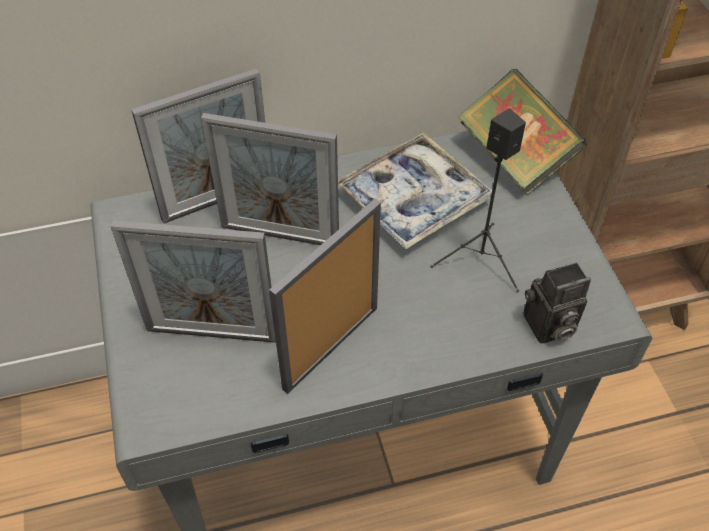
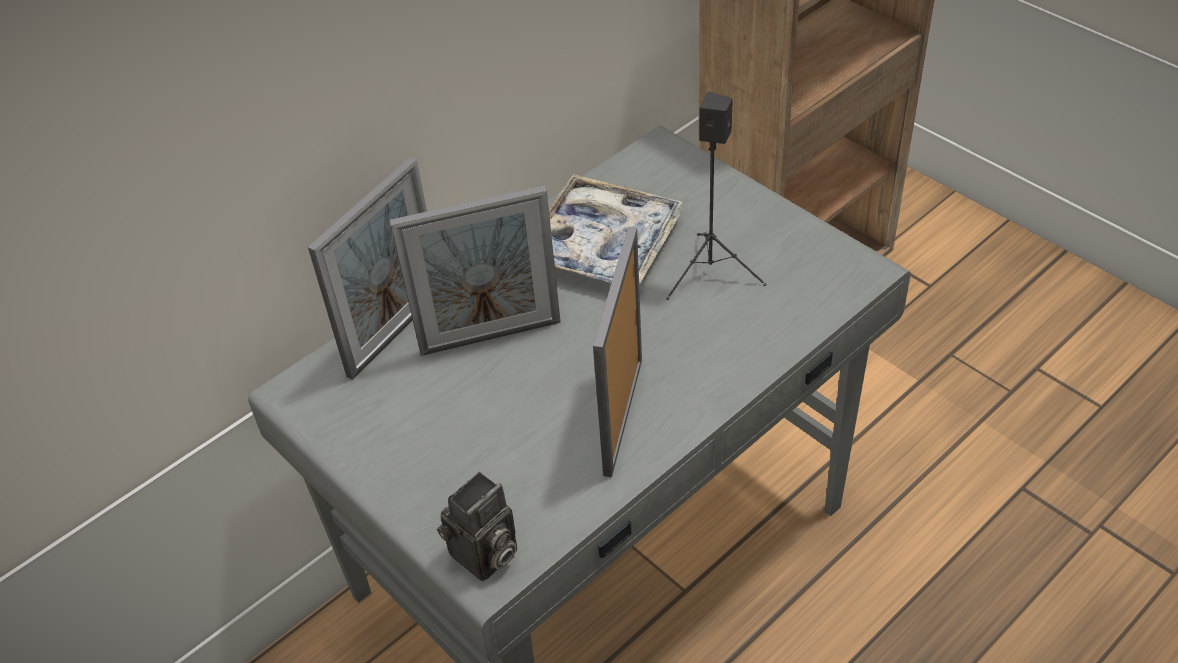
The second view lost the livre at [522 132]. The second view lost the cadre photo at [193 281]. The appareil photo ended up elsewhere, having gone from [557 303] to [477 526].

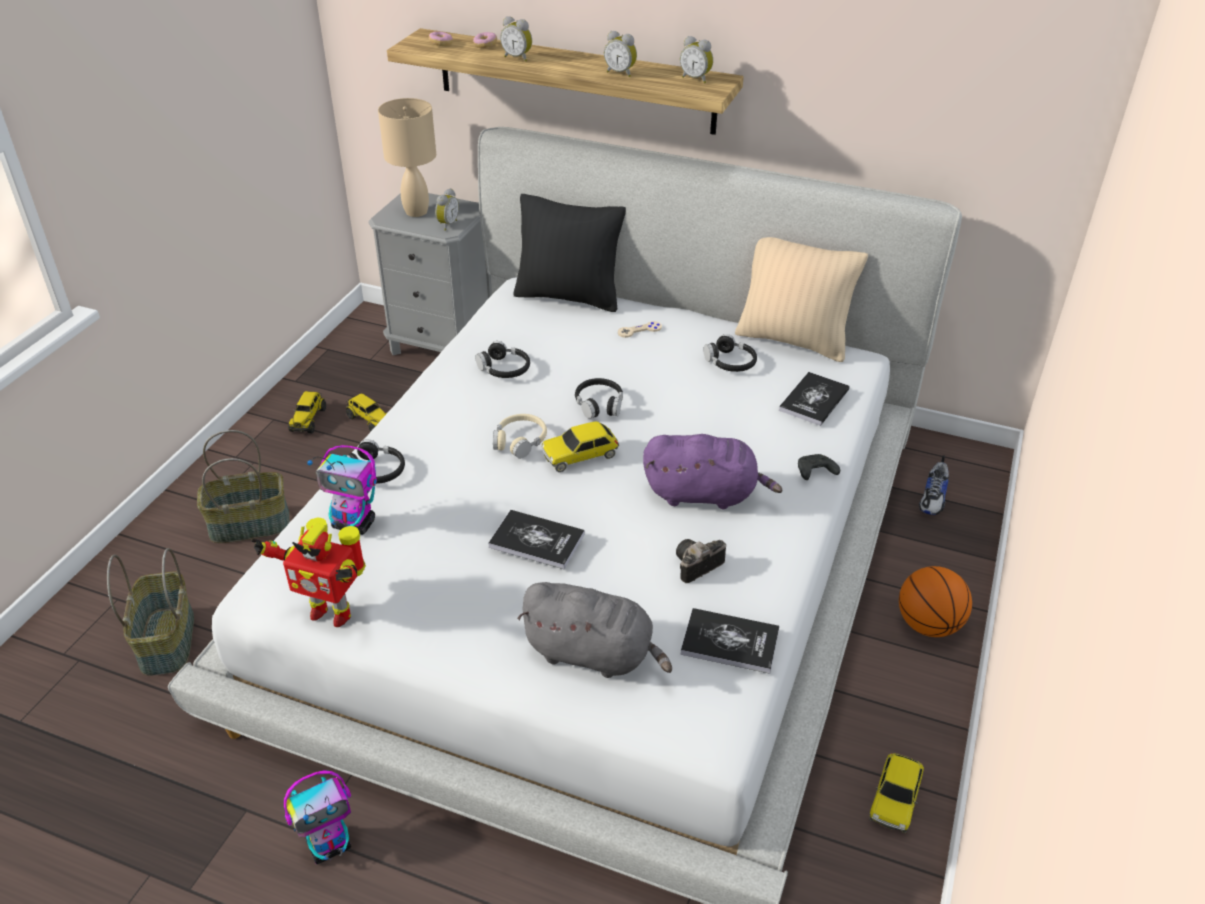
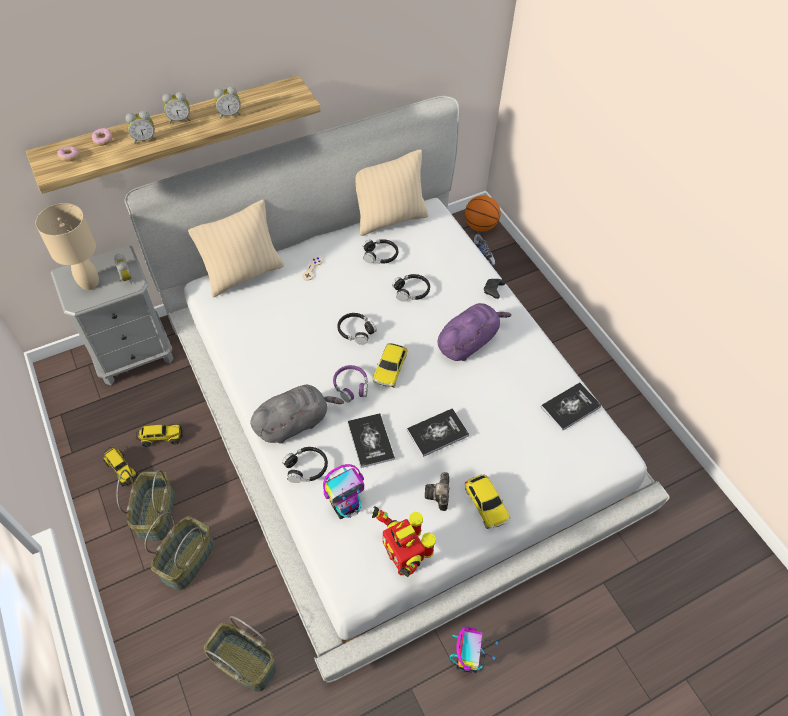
The réveil ended up elsewhere, having gone from [696 60] to [176 108]. What was the coussin (noir) at [569 253] turned into the coussin (beige) at [236 248]. The casque audio (noir) ended up elsewhere, having gone from [502 359] to [411 288]. The livre ended up elsewhere, having gone from [814 399] to [371 440]. What was the casque audio (beige) at [520 436] turned into the casque audio (violet) at [350 384]. The robot jouet at [308 572] ended up facing another way, 90 degrees clockwise from before. The appareil photo ended up elsewhere, having gone from [701 561] to [437 491]. The ballon de basket ended up elsewhere, having gone from [935 601] to [482 214]. The peluche (gris) ended up elsewhere, having gone from [594 630] to [297 414]. The petite voiture ended up elsewhere, having gone from [896 793] to [487 502]. The second view gained the panier at [145 505].

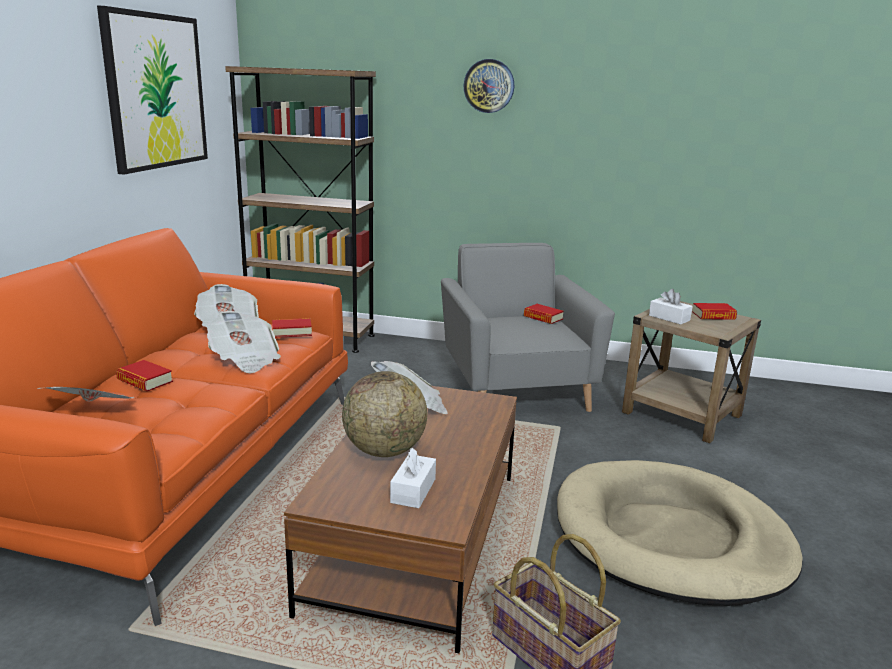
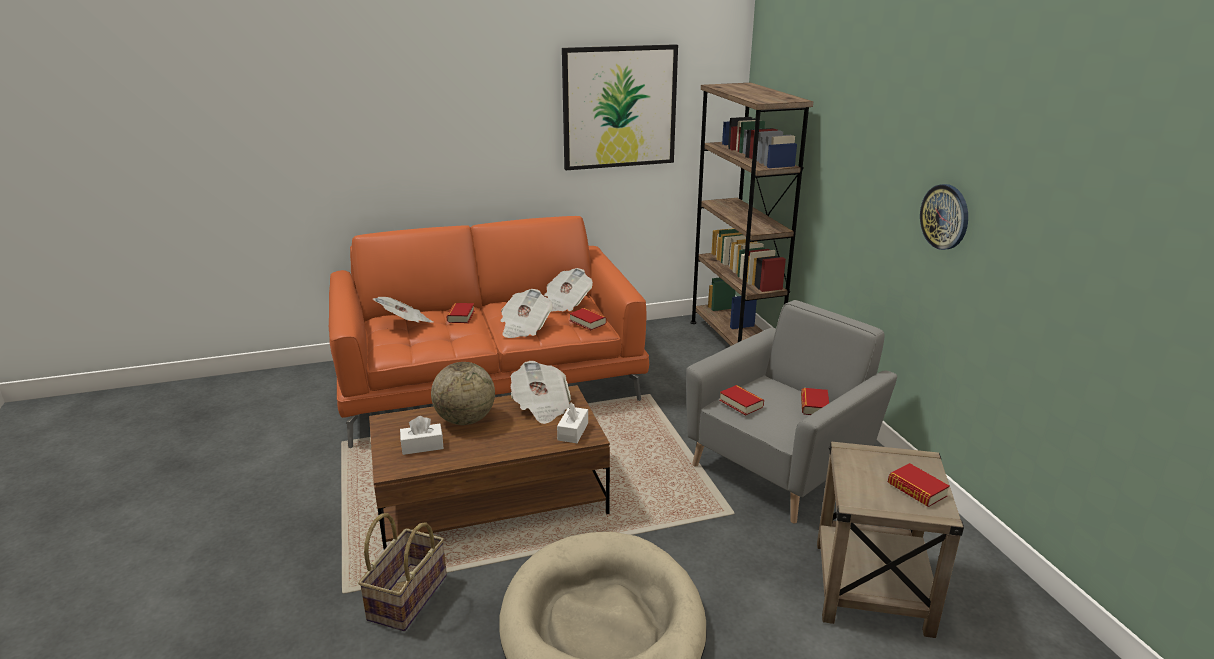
The horloge murale ended up elsewhere, having gone from [489 86] to [944 217]. The boîte à mouchoirs (blanc) ended up elsewhere, having gone from [671 307] to [572 423]. The second view gained the livre at [741 400].

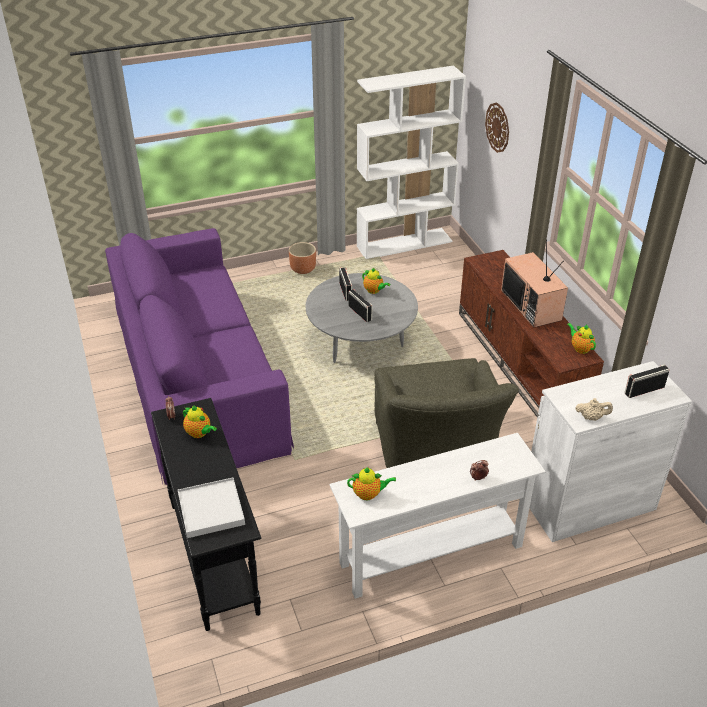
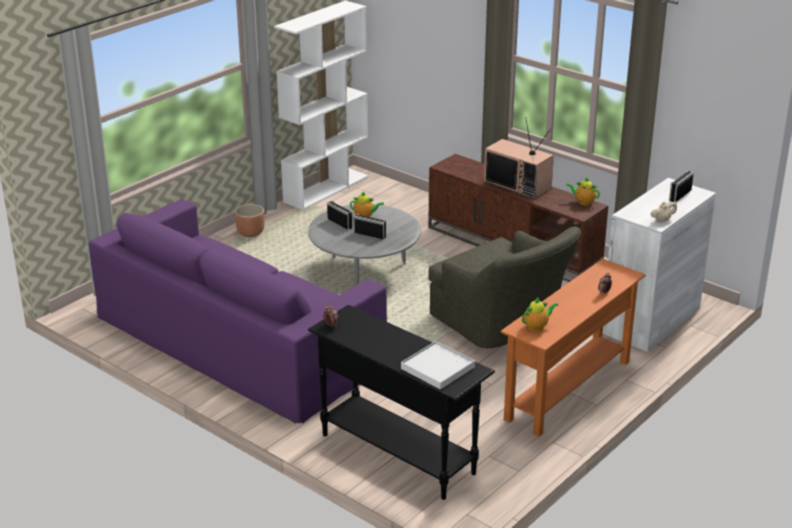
The second view lost the horloge murale at [497 127]. The second view lost the théière at [200 422]. What was the table console (blanc) at [438 516] turned into the table console (orange) at [573 348].

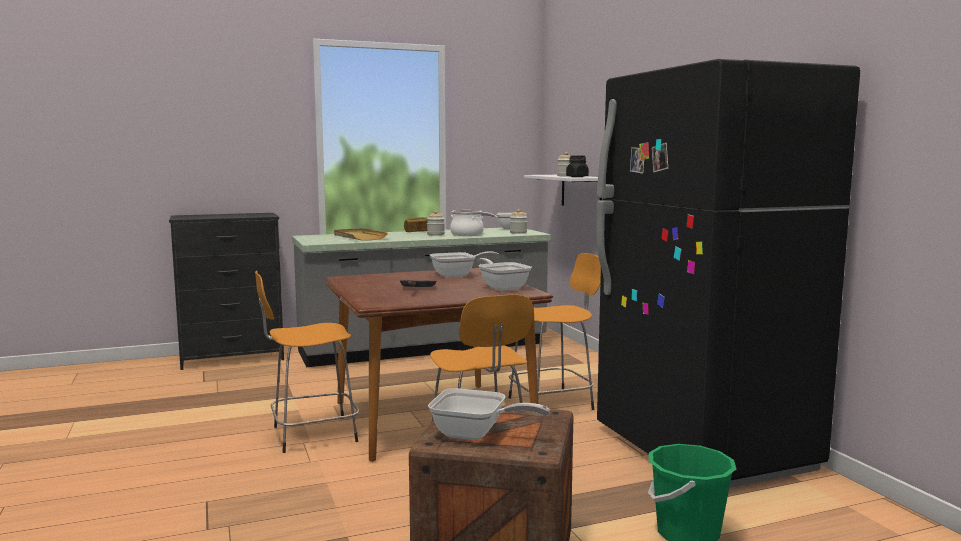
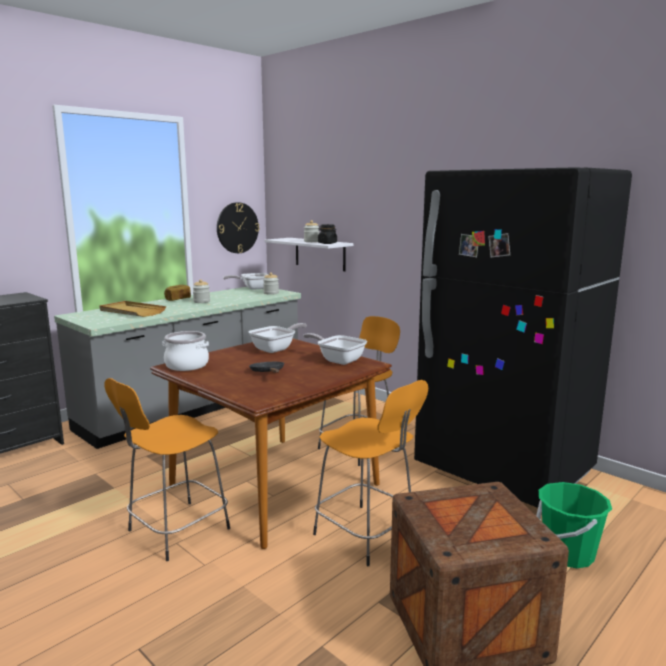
The marmite ended up elsewhere, having gone from [467 223] to [186 351]. The second view lost the poêle at [489 414]. The second view gained the horloge murale at [238 227].

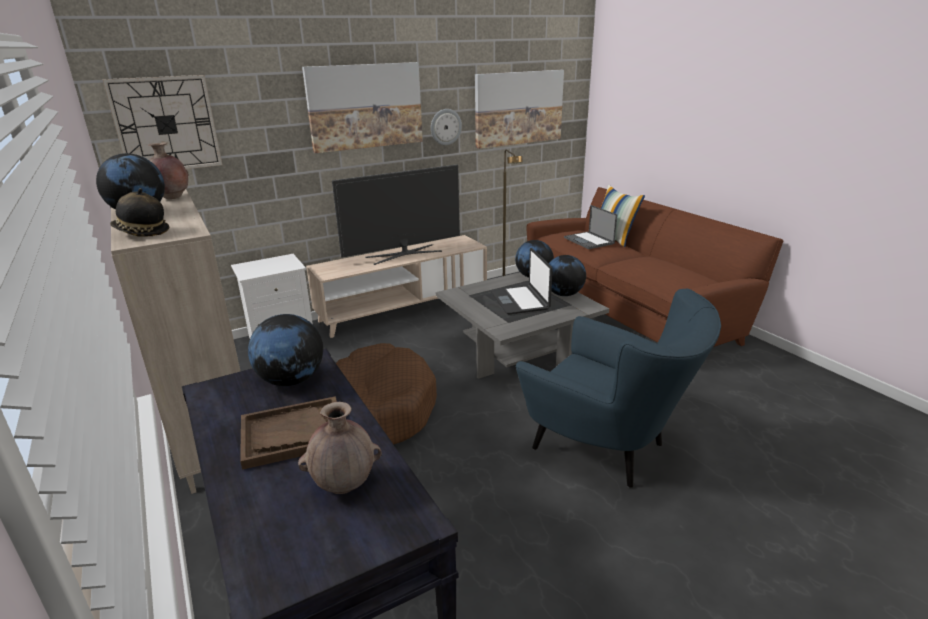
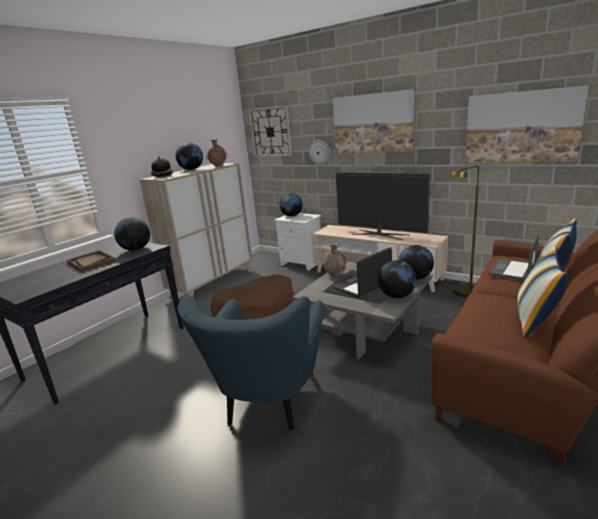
The horloge murale ended up elsewhere, having gone from [446 127] to [320 153]. The vase (marron) ended up elsewhere, having gone from [340 448] to [334 260]. The second view gained the globe at [291 205]. The second view gained the coussin at [542 292].

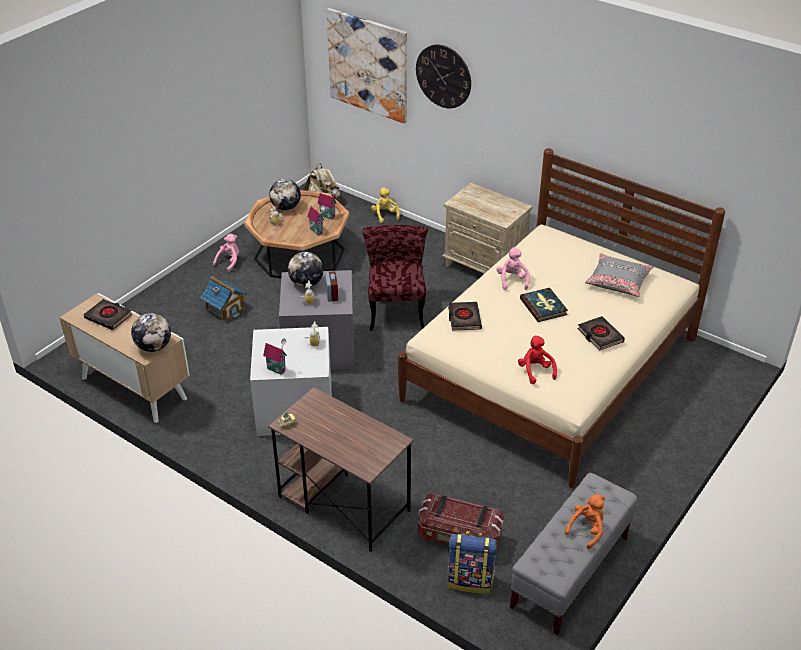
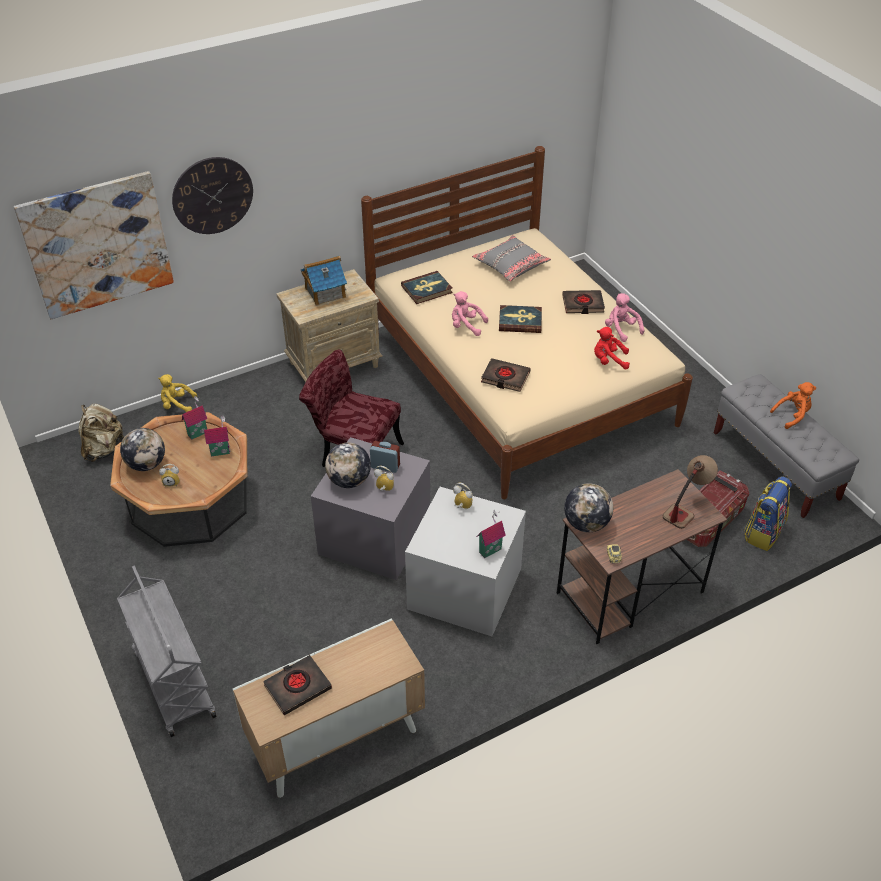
The peluche (rose) ended up elsewhere, having gone from [226 253] to [624 317]. The maison miniature ended up elsewhere, having gone from [223 299] to [323 281]. The globe ended up elsewhere, having gone from [151 332] to [588 507]. The peluche (orange) at [585 521] ended up facing another way, 90 degrees clockwise from before. The second view gained the livre at [427 287]. The second view gained the lampe de table at [690 492]. The second view gained the chariot (gris) at [167 651].

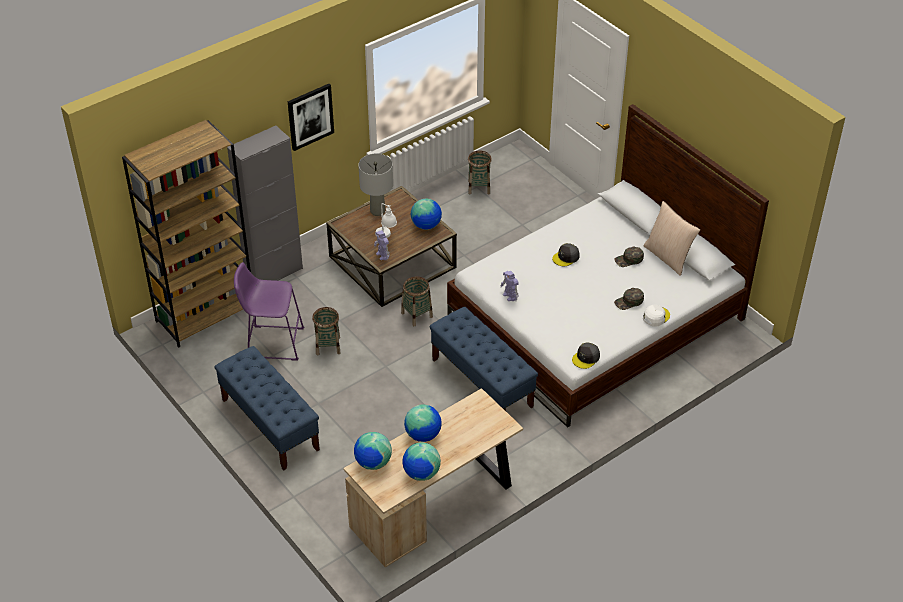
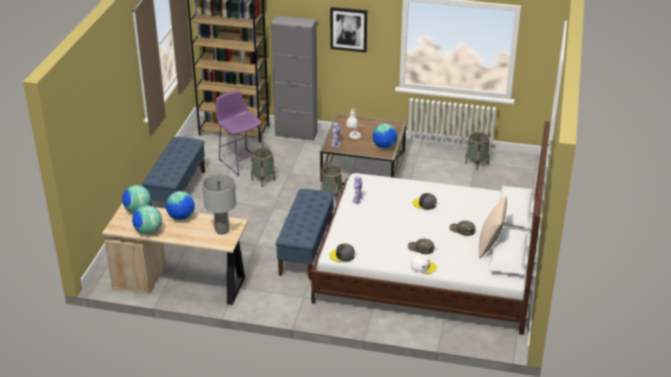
The lampe de table (gris) ended up elsewhere, having gone from [375 185] to [219 204].

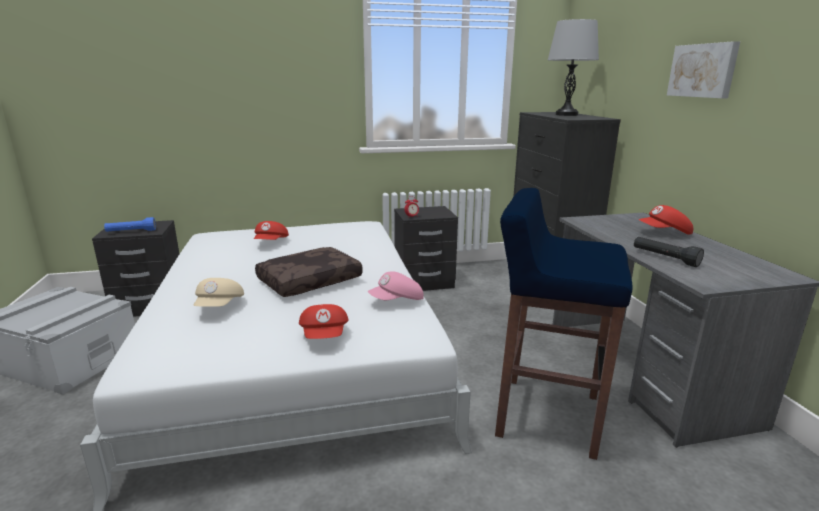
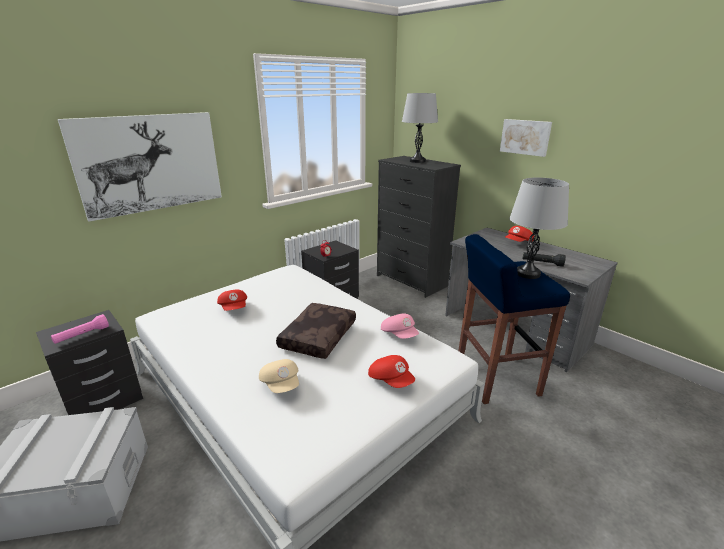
What was the lampe de poche (bleu) at [130 224] turned into the lampe de poche (rose) at [80 329]. The casquette (rose) at [396 285] ended up facing another way, 60 degrees counterclockwise from before. The second view gained the tableau at [140 166]. The second view gained the lampe de table (gris) at [539 228].

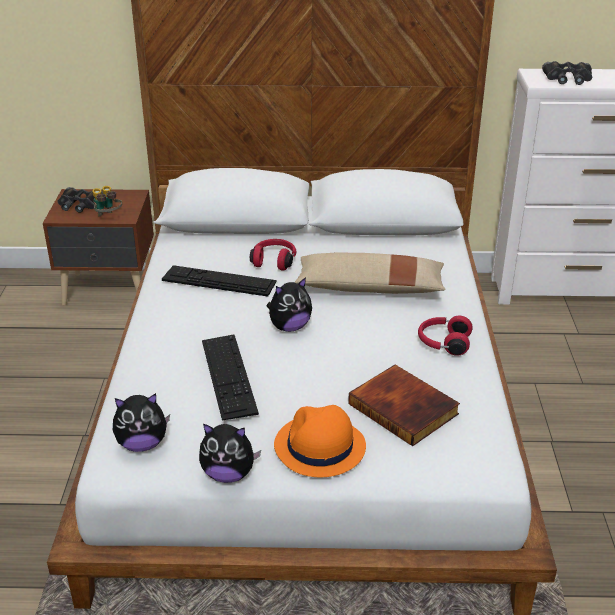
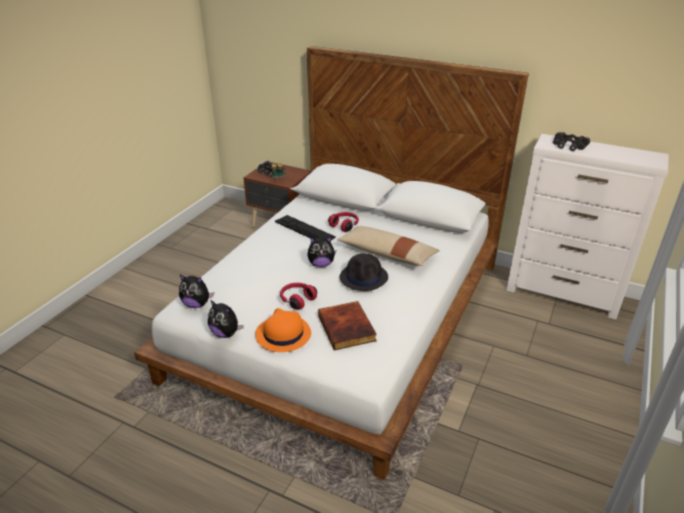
The casque audio (rouge) ended up elsewhere, having gone from [445 336] to [298 296]. The second view lost the clavier at [230 377]. The second view gained the chapeau (noir) at [364 272].

